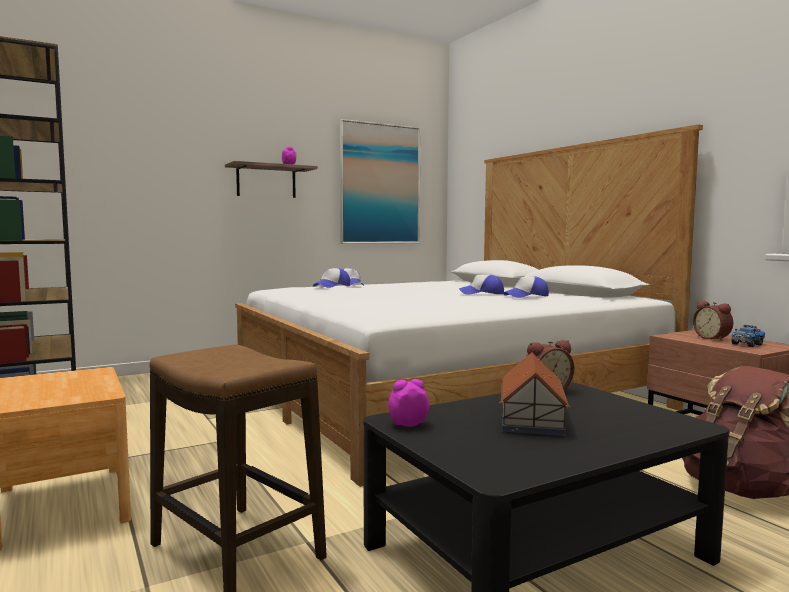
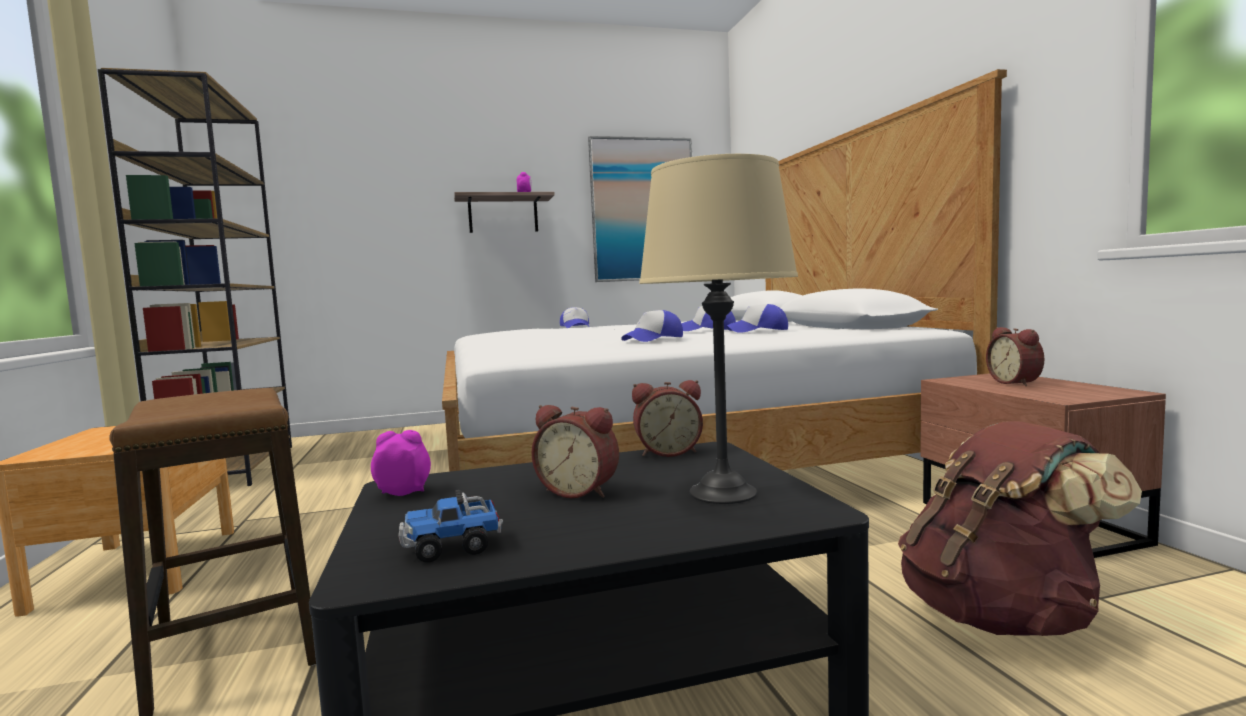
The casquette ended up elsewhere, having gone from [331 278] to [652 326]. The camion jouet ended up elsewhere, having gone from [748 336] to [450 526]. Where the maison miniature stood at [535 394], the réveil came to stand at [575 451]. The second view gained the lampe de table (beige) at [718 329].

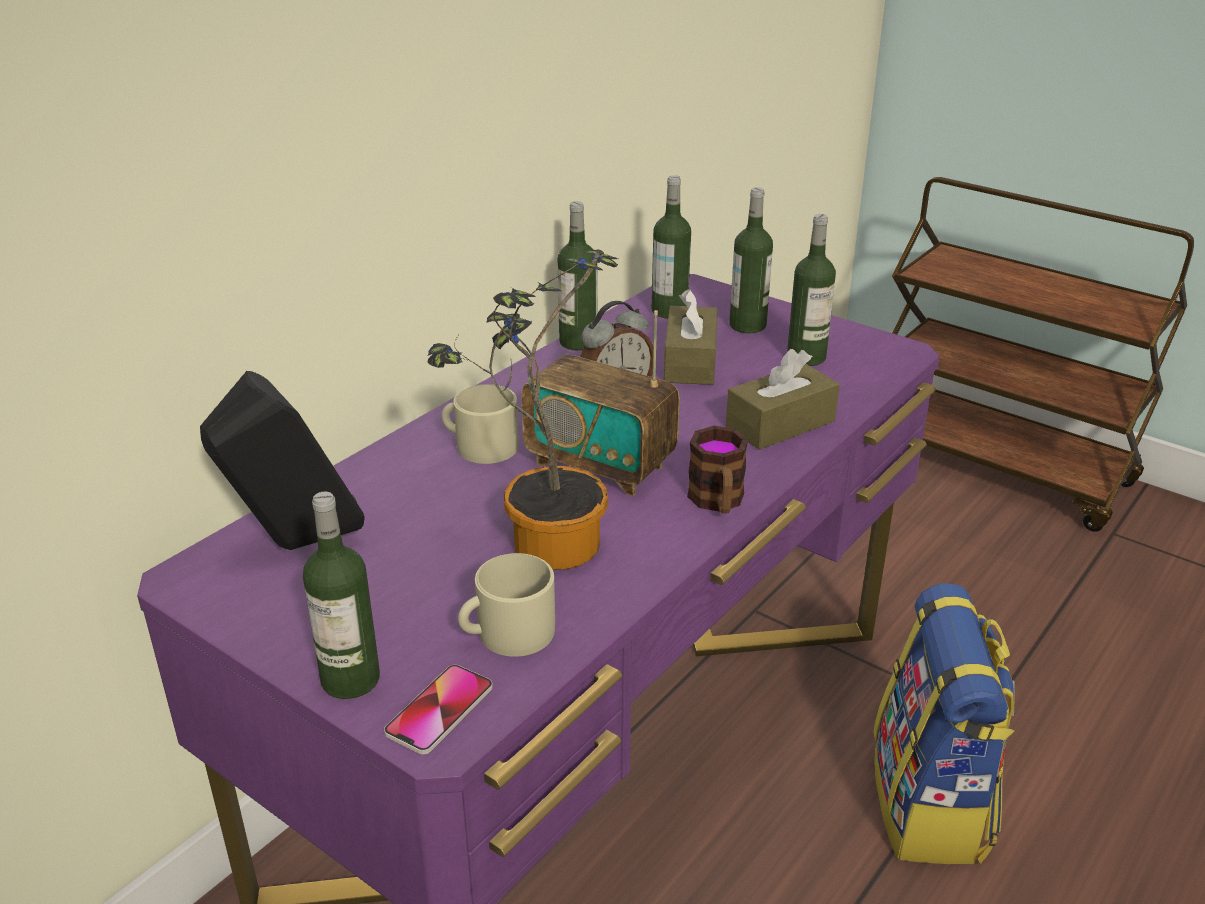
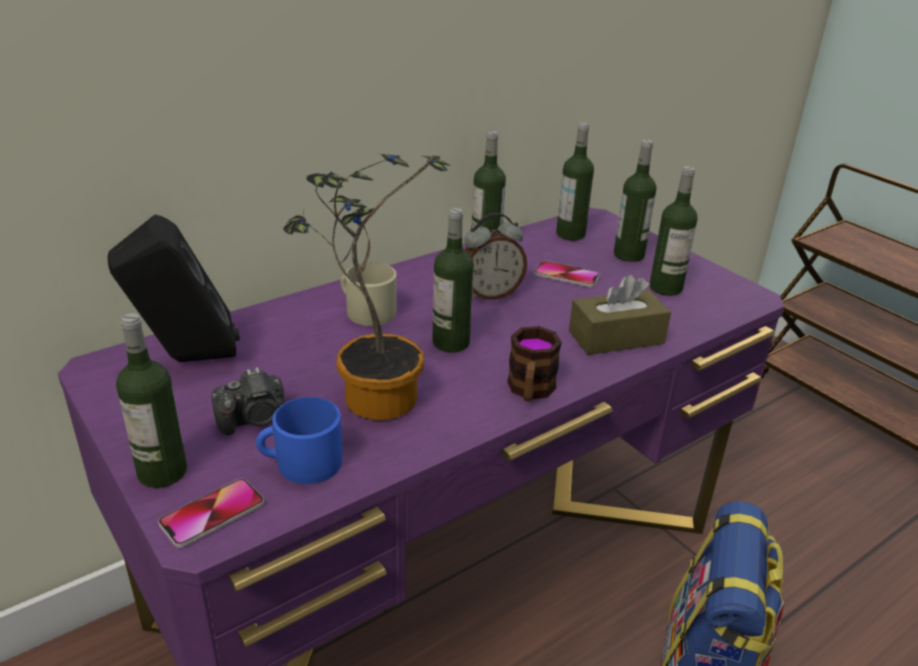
Where the boîte à mouchoirs (marron) stood at [691 337], the téléphone came to stand at [567 274]. Where the radio stood at [600 403], the bouteille came to stand at [453 280]. What was the mug (beige) at [506 605] turned into the mug (bleu) at [299 440]. The second view gained the appareil photo at [248 401].

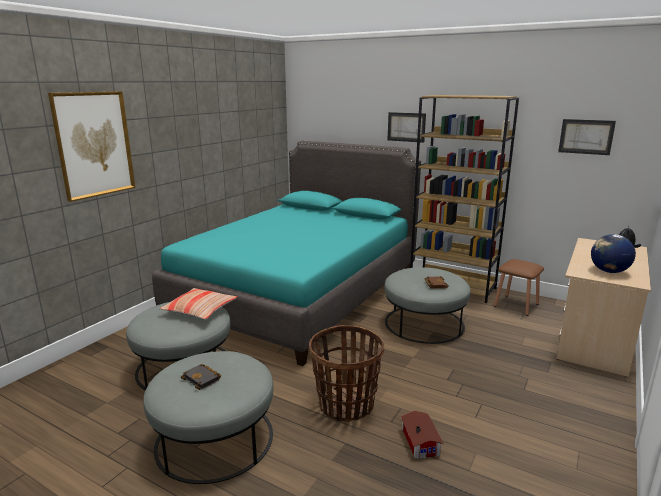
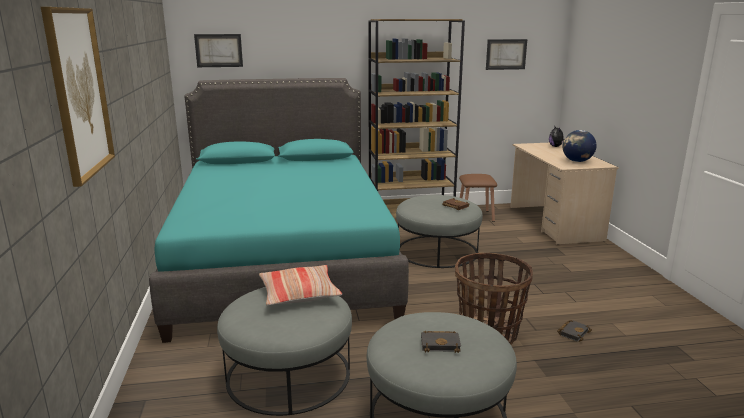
The tableau ended up elsewhere, having gone from [407 127] to [218 50]. Where the maison miniature stood at [422 434], the livre (noir) came to stand at [574 331].

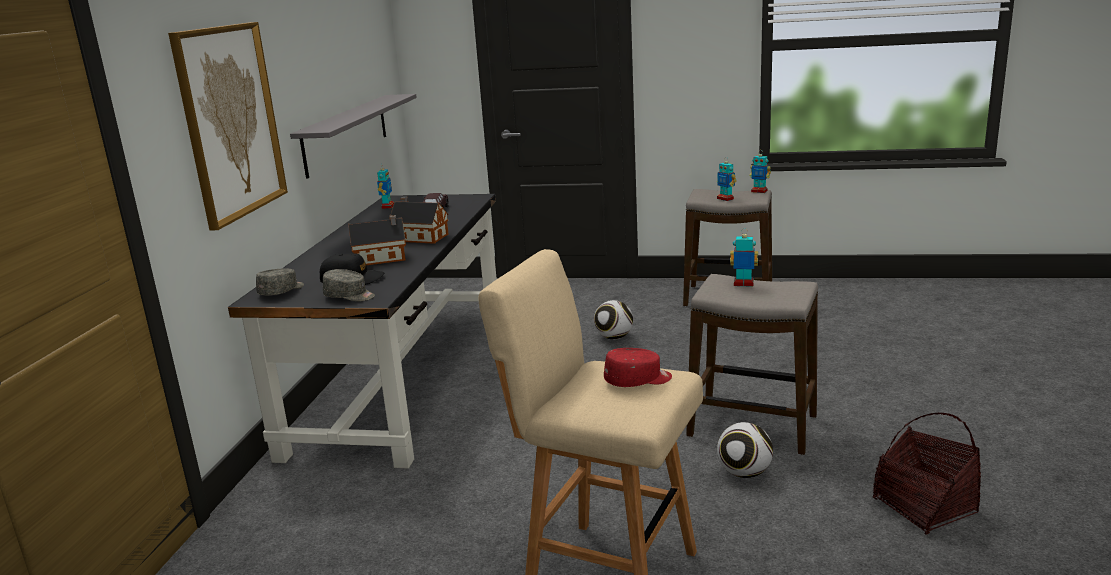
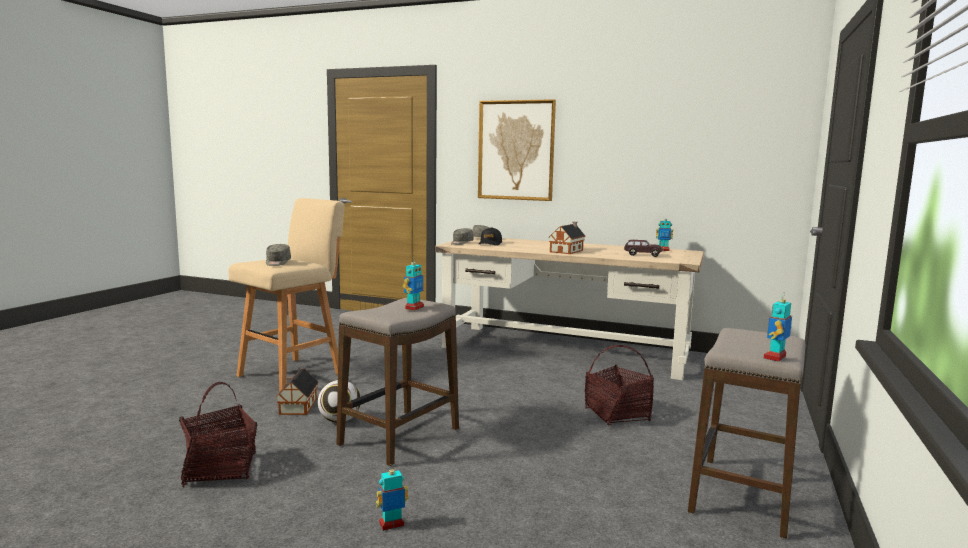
The second view lost the étagère (gris) at [353 136]. The robot jouet ended up elsewhere, having gone from [727 181] to [392 497]. What was the bureau (noir) at [362 331] turned into the bureau (beige) at [569 308]. The maison miniature ended up elsewhere, having gone from [377 240] to [297 391]. Where the ballon de foot stood at [613 320], the panier came to stand at [619 385]. What was the casquette (rouge) at [638 367] turned into the casquette (gris) at [278 255].

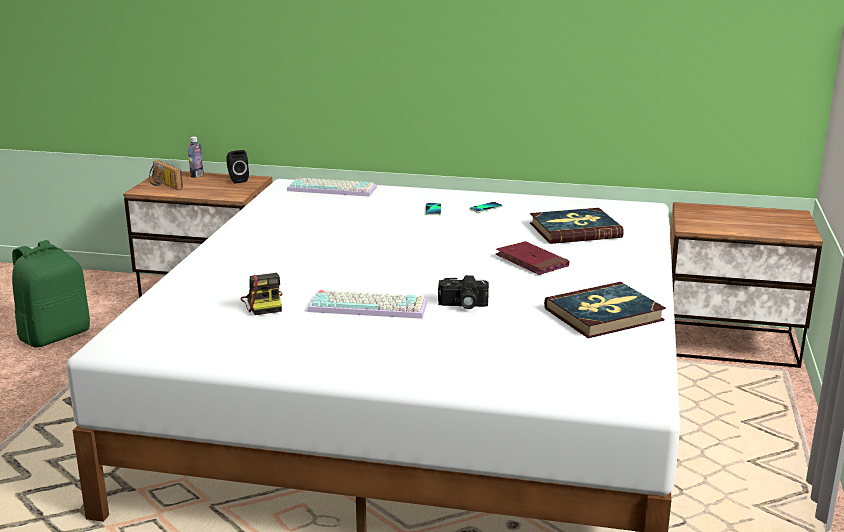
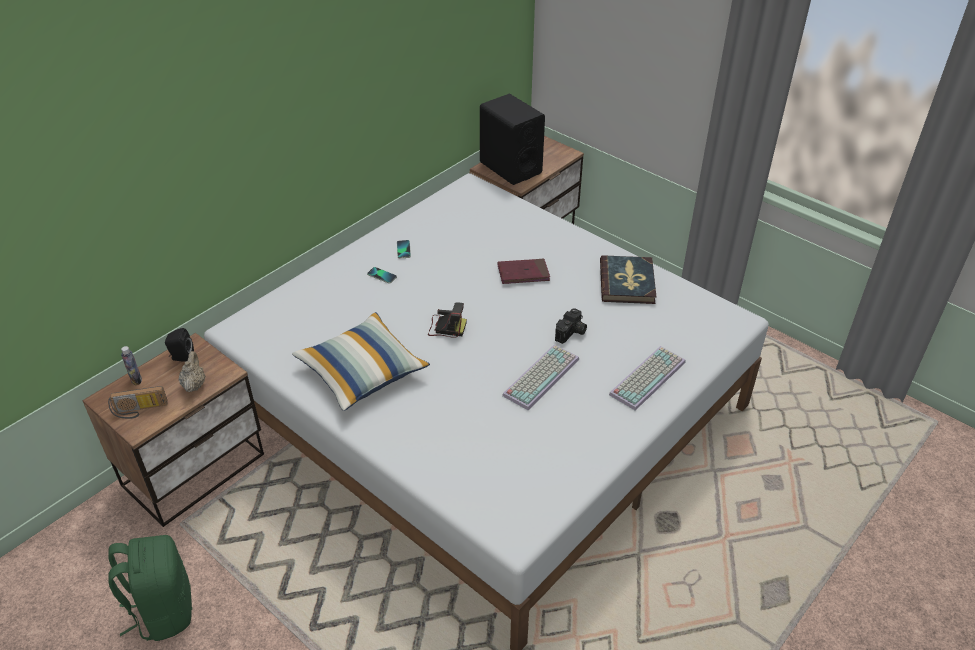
The clavier ended up elsewhere, having gone from [332 187] to [647 378]. The second view lost the livre at [577 226]. The appareil photo ended up elsewhere, having gone from [262 294] to [447 320]. The second view gained the enceinte (noir) at [512 139]. The second view gained the coussin at [361 361]. The second view gained the théière (beige) at [192 371].

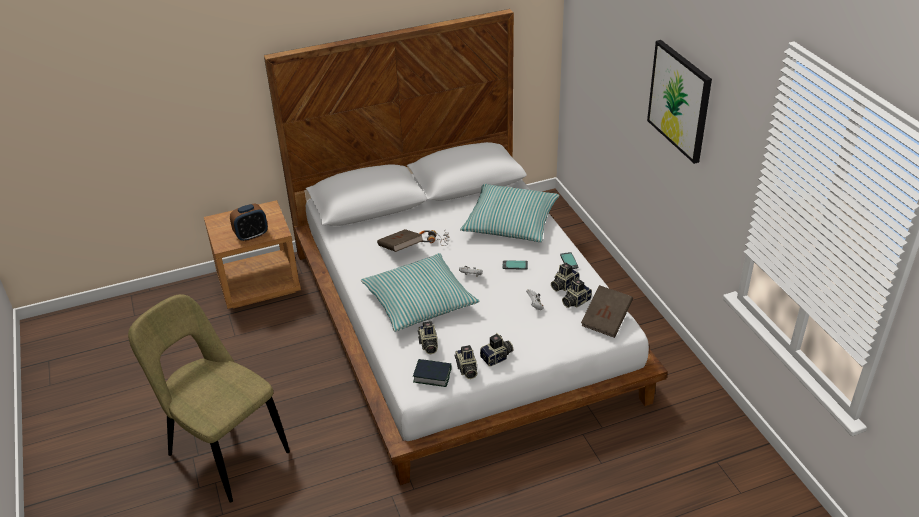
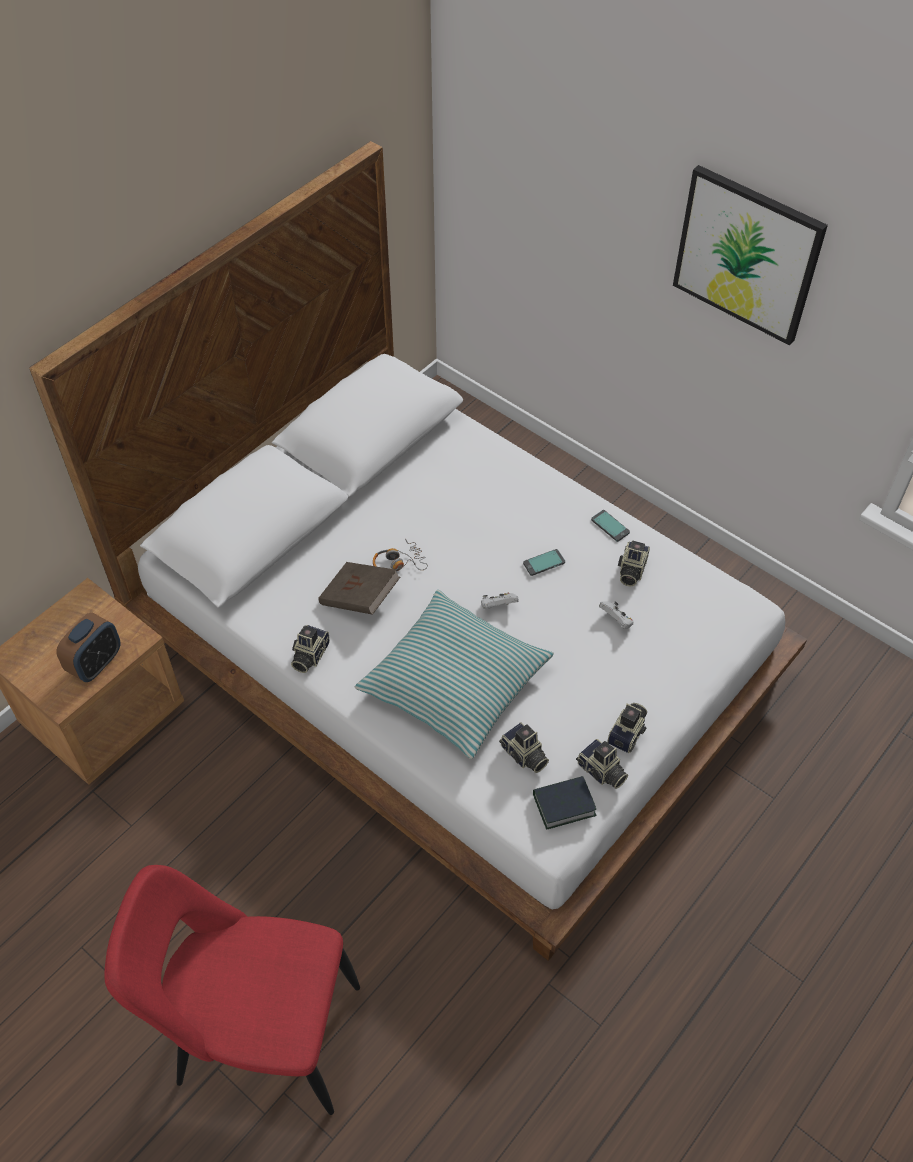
The second view lost the coussin at [509 213]. The appareil photo ended up elsewhere, having gone from [577 293] to [310 649]. The second view lost the livre (marron) at [607 311]. What was the chaise (beige) at [209 398] turned into the chaise (rouge) at [232 990].

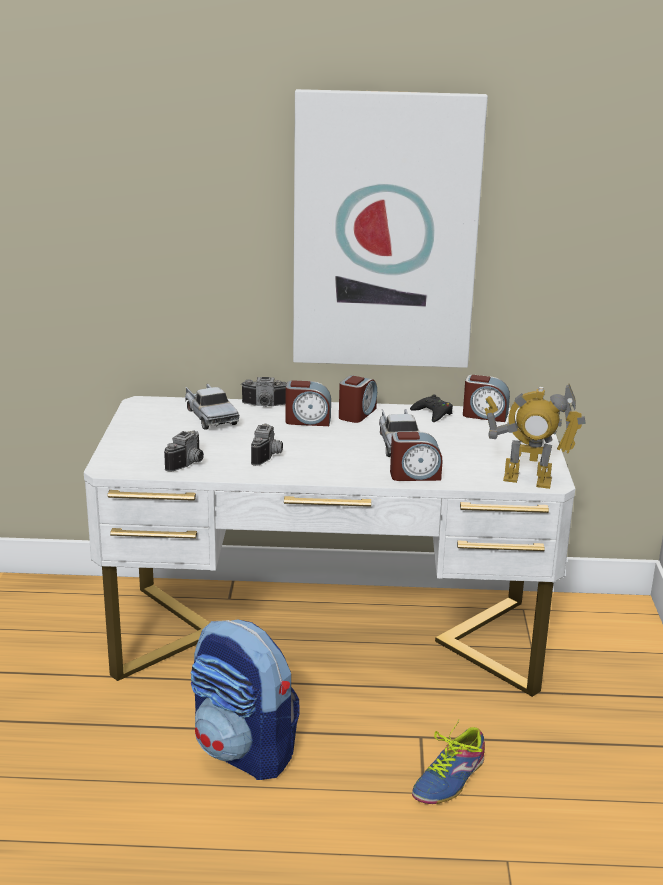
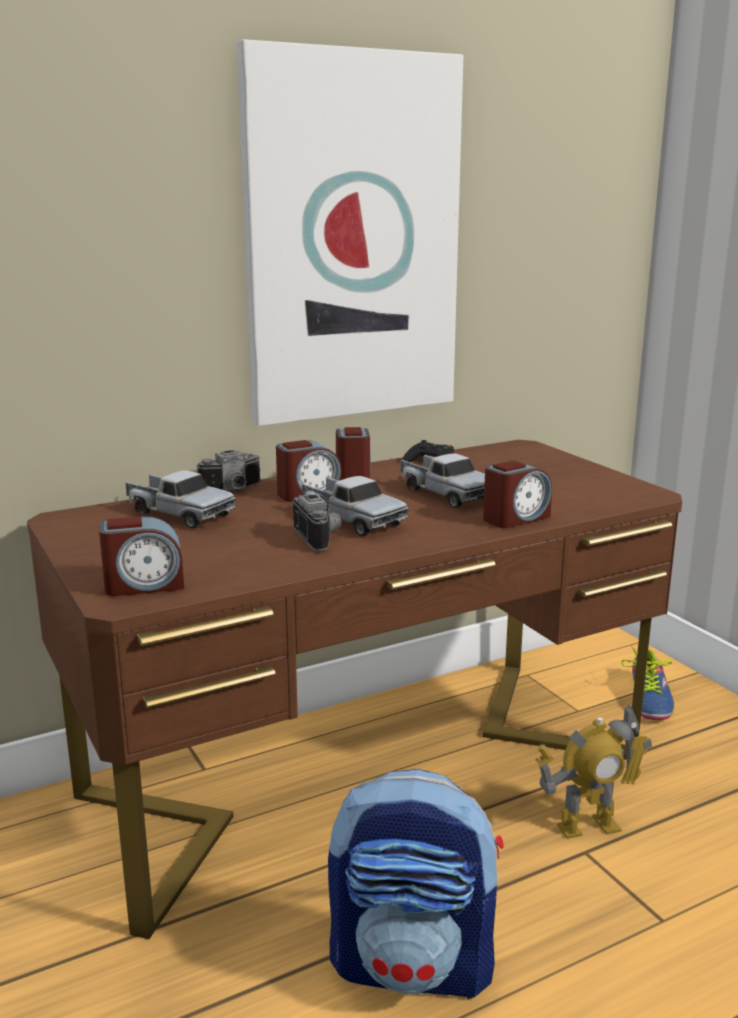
The réveil ended up elsewhere, having gone from [486 398] to [141 556]. The robot jouet ended up elsewhere, having gone from [535 436] to [593 772]. What was the bureau (blanc) at [329 546] turned into the bureau (marron) at [354 689]. The second view lost the appareil photo at [184 451]. The chaussure ended up elsewhere, having gone from [448 761] to [647 682]. The second view gained the camion jouet at [355 506].

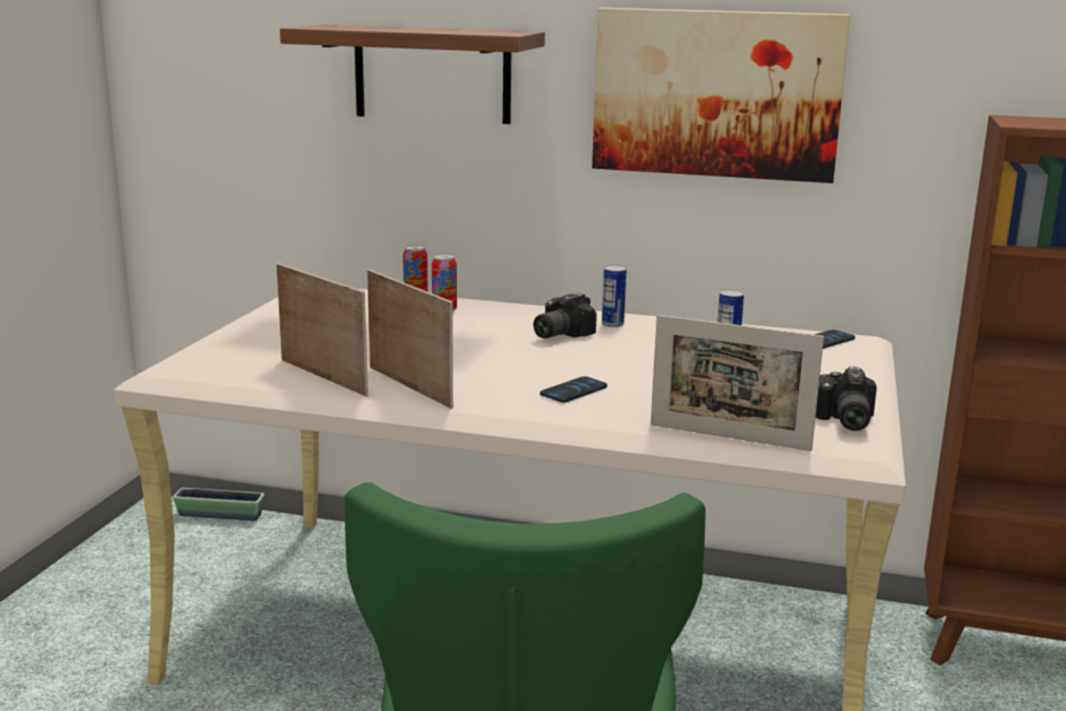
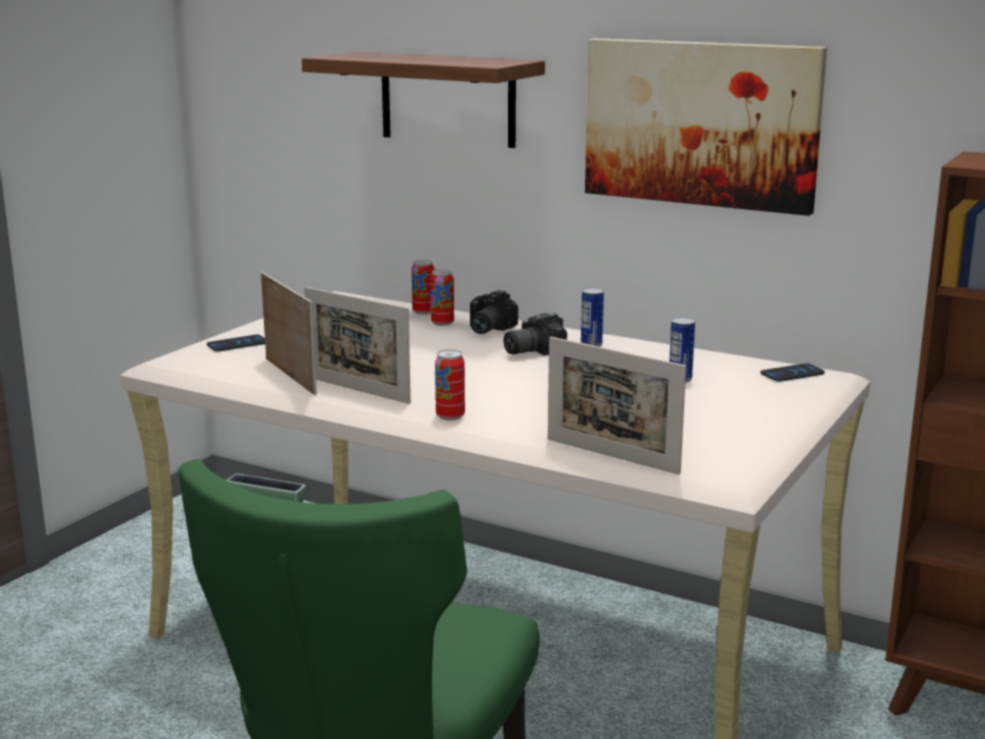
The cadre photo at [410 339] ended up facing another way, 150 degrees clockwise from before. The appareil photo ended up elsewhere, having gone from [846 398] to [494 312]. The téléphone ended up elsewhere, having gone from [573 389] to [236 343]. The second view gained the boîte métallique at [450 384].

